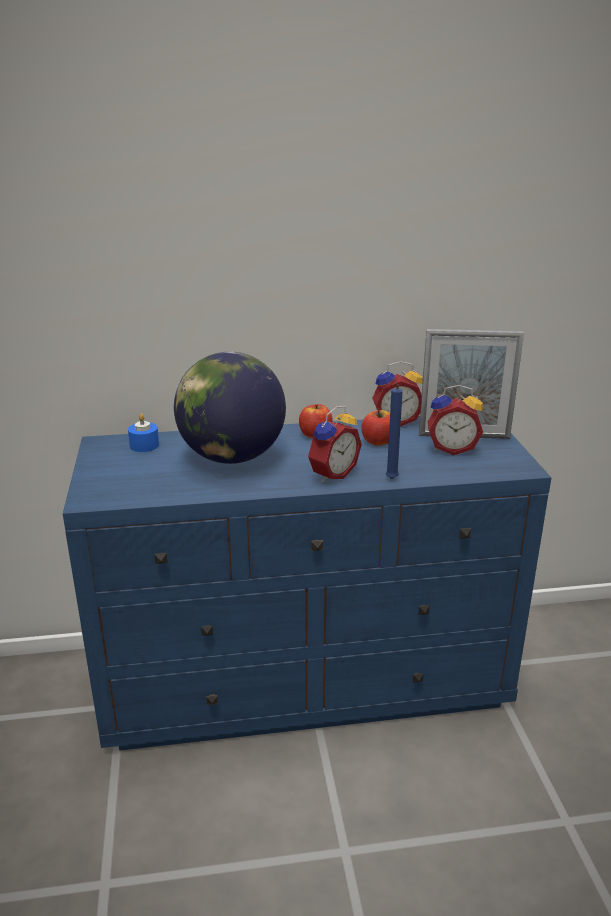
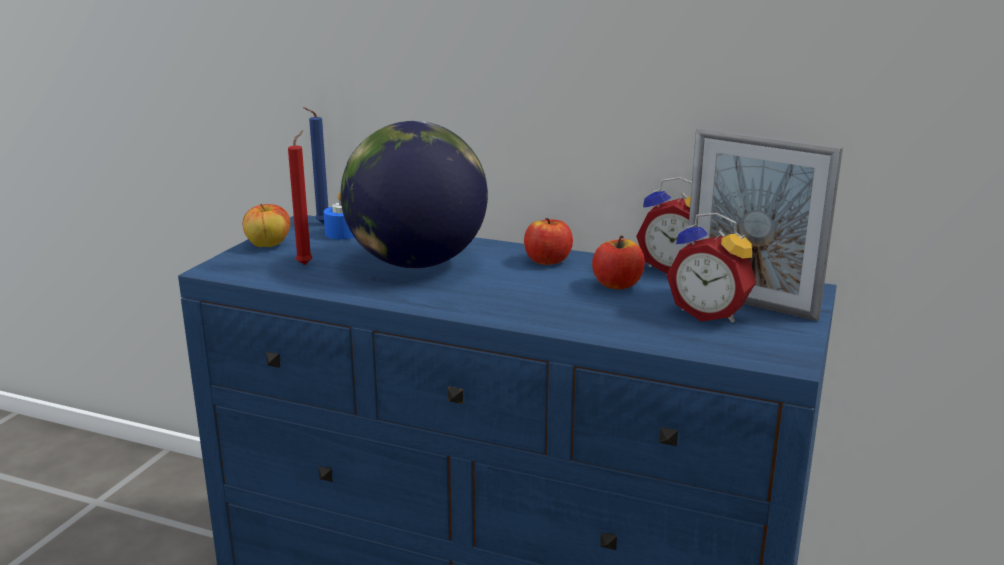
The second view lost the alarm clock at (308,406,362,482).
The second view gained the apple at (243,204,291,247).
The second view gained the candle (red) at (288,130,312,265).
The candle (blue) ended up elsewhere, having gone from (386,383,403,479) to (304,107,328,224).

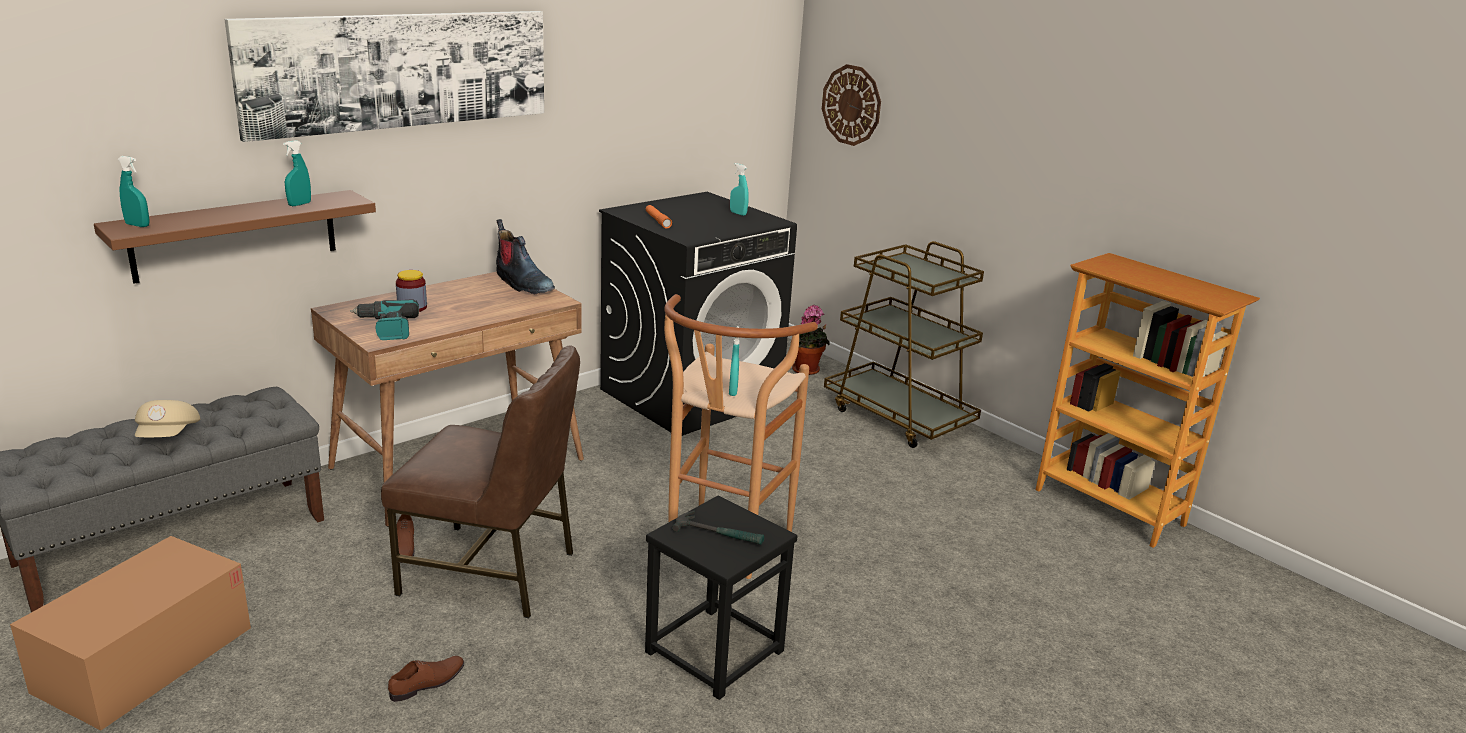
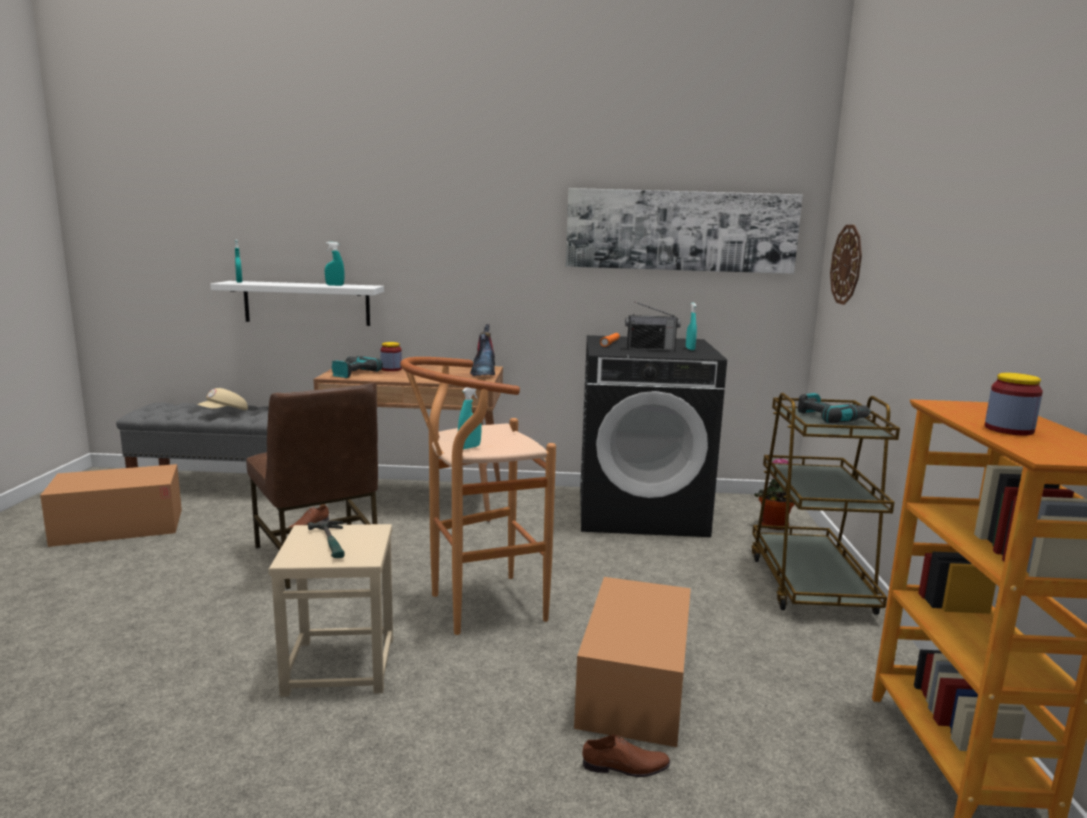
The second view gained the cardboard box at (574,577,691,747).
The second view gained the radio at (625,302,681,351).
The second view gained the power drill at (798,393,872,423).
The second view gained the jar at (985,373,1043,436).
The picture ended up elsewhere, having gone from (224,11,544,142) to (566,188,803,274).
The shoe (brown) ended up elsewhere, having gone from (388,656,464,702) to (582,735,670,777).
What was the shelf (brown) at (94,190,376,284) turned into the shelf (white) at (210,281,384,326).
What was the stool (black) at (645,496,797,700) turned into the stool (beige) at (269,524,393,697).

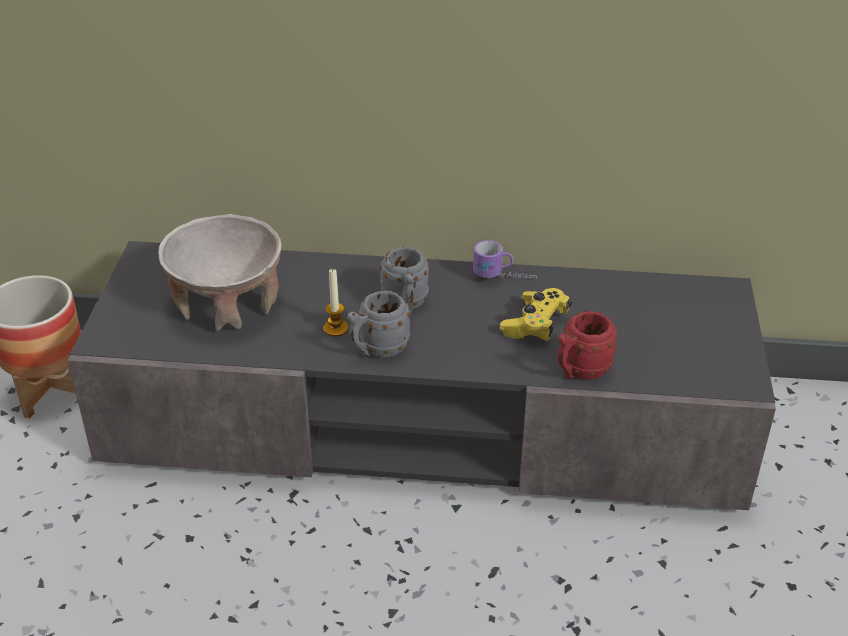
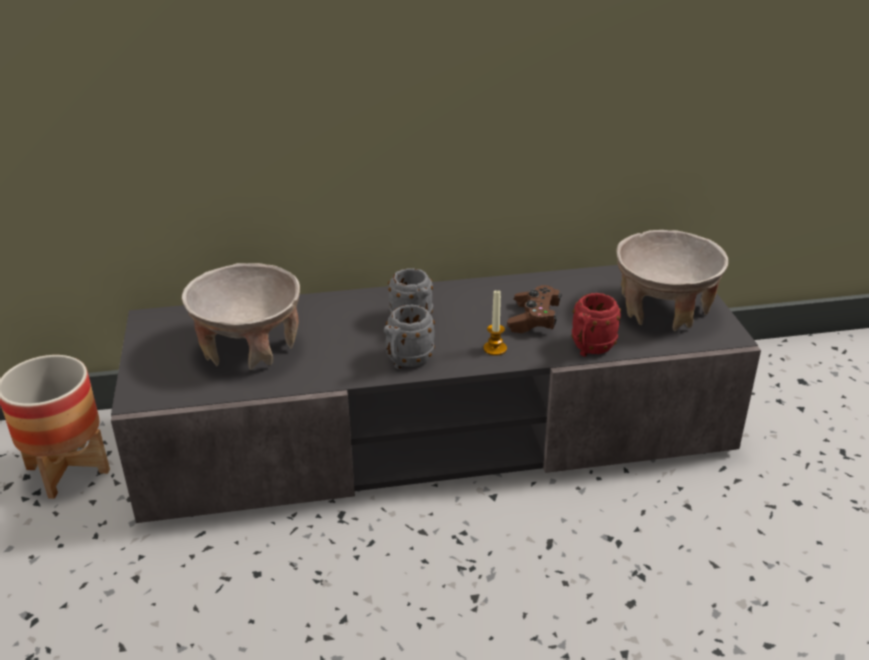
The second view lost the mug at (473,240,537,279).
The second view gained the bowl (beige) at (617,230,728,331).
The candle ended up elsewhere, having gone from (323,268,349,337) to (483,290,507,356).
What was the game controller (yellow) at (500,288,572,341) turned into the game controller (brown) at (507,285,562,333).

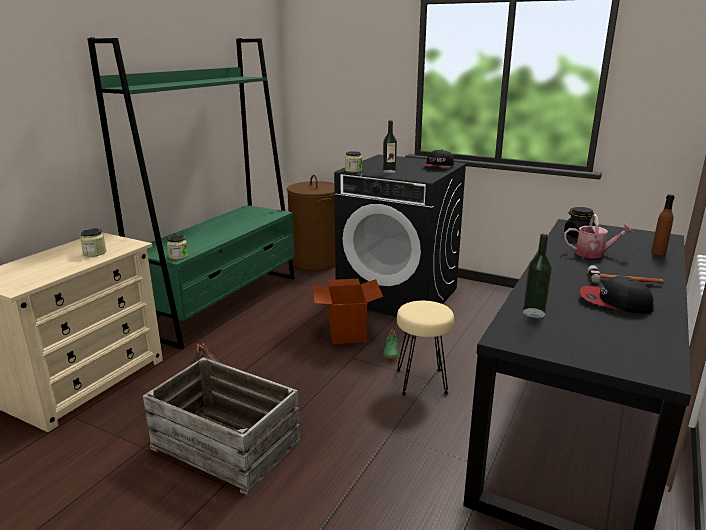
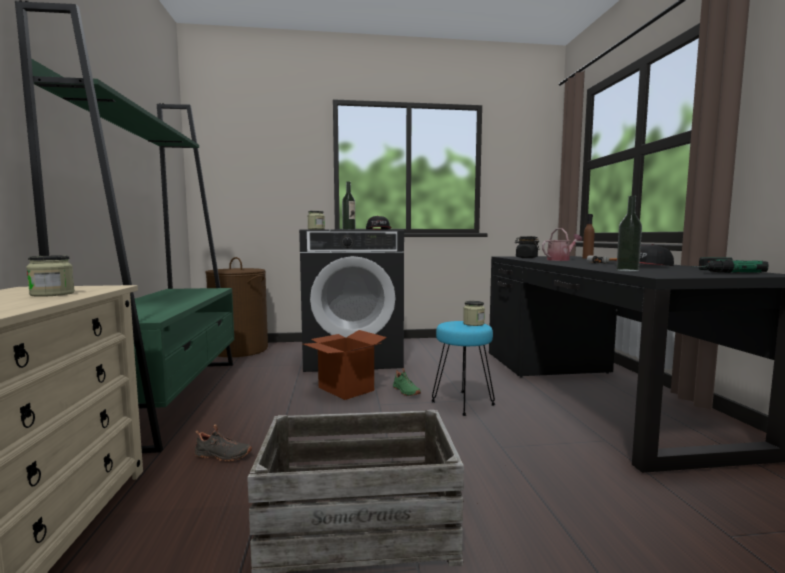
The second view gained the power drill at (691,257,768,273).
The jar ended up elsewhere, having gone from (167,235,188,260) to (463,301,485,326).
What was the stool (beige) at (397,301,454,395) turned into the stool (turquoise) at (431,321,496,416).

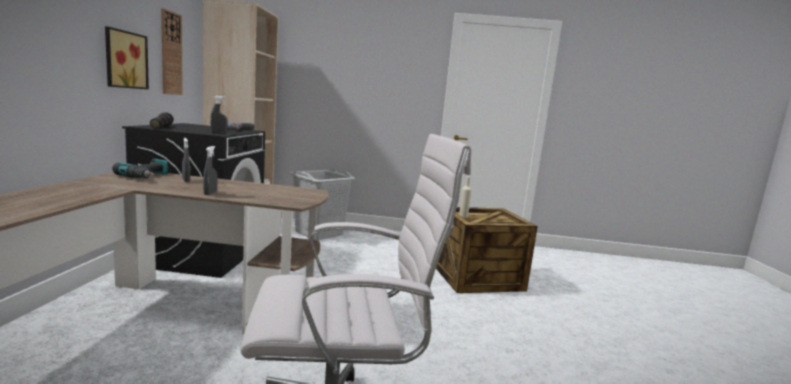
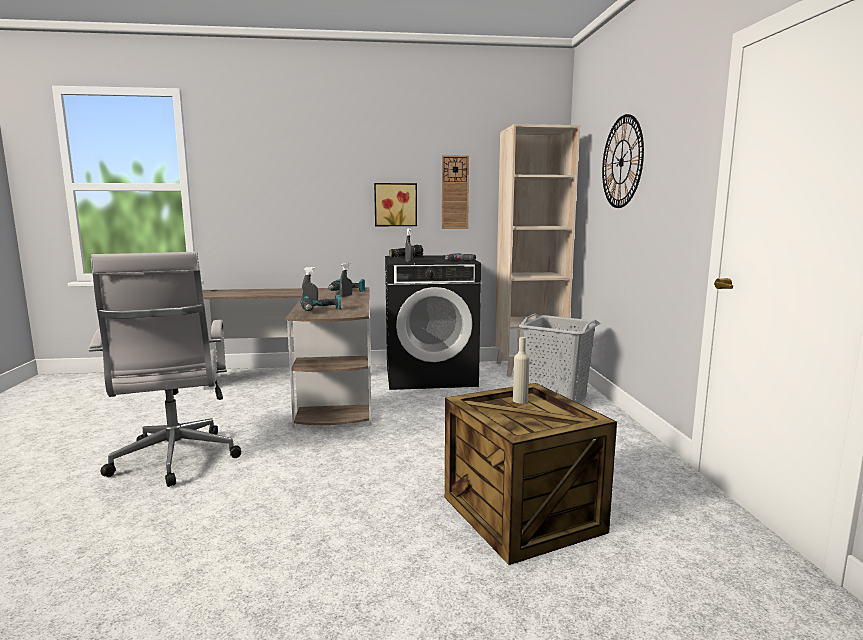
The second view gained the power drill at (301,294,342,311).
The second view gained the wall clock at (602,114,644,208).

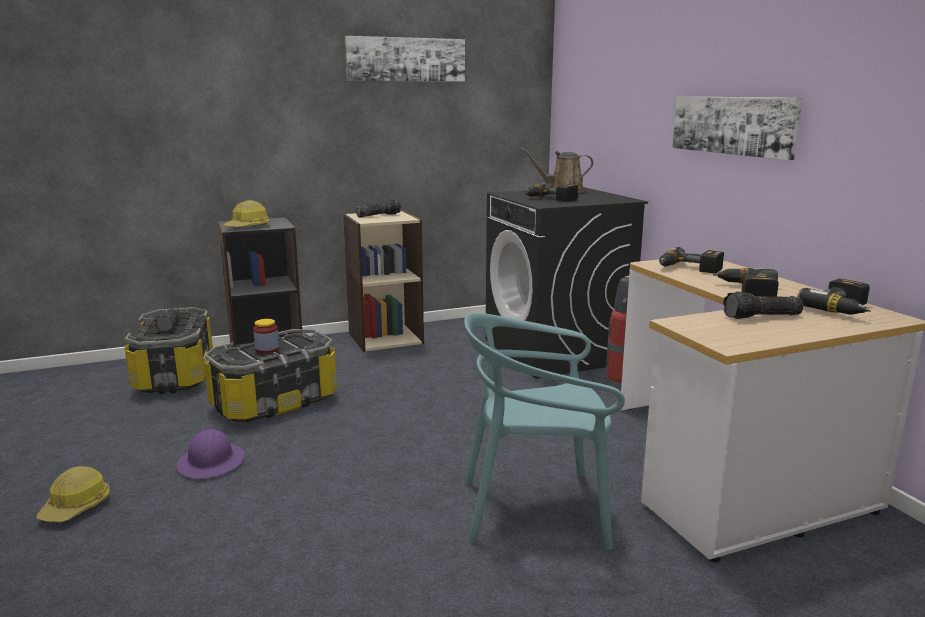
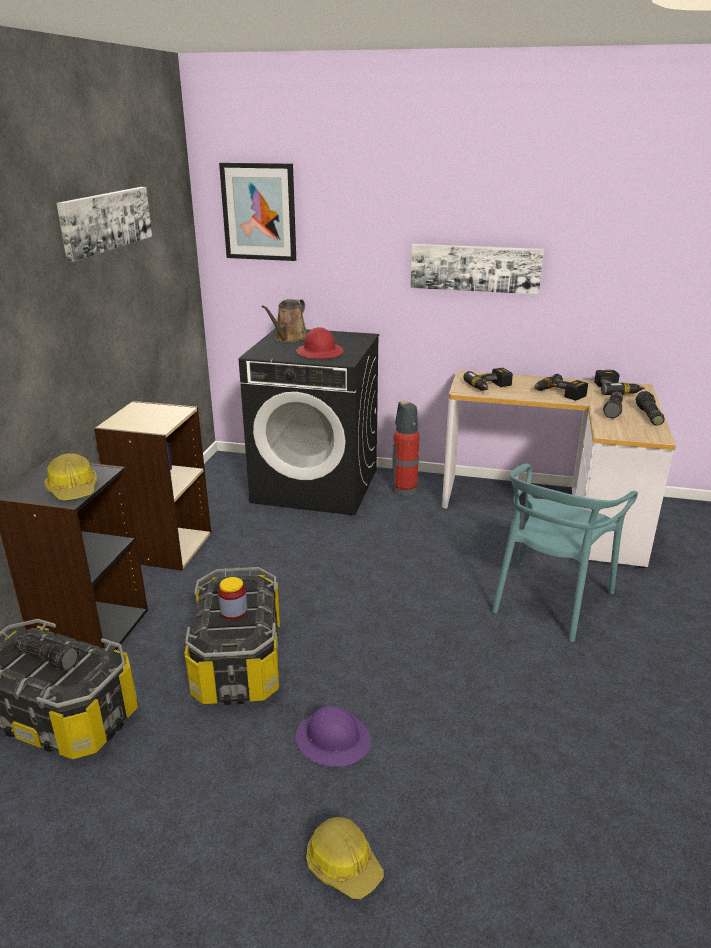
The second view gained the picture at (219,162,296,261).
The flashlight ended up elsewhere, having gone from (356,199,401,217) to (636,391,665,426).
Where the power drill stood at (524,183,578,202), the hard hat (red) came to stand at (296,327,344,359).

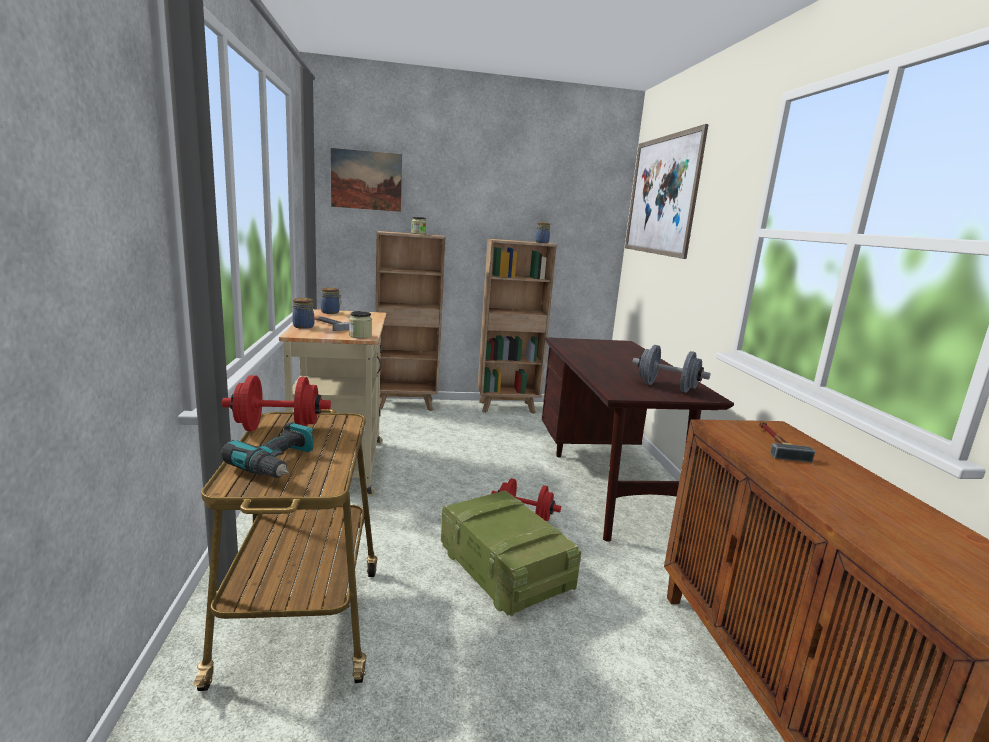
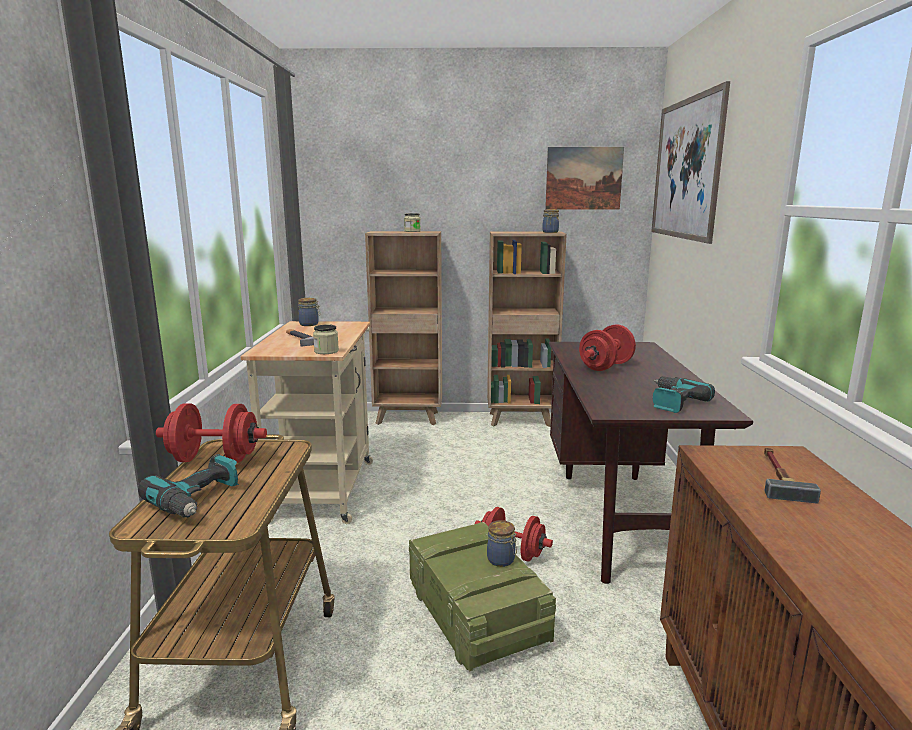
The second view gained the dumbbell (red) at (579,324,636,371).
The jar ended up elsewhere, having gone from (292,298,314,329) to (487,520,517,567).
The picture ended up elsewhere, having gone from (331,148,402,212) to (545,147,624,210).
Where the dumbbell (grey) stood at (633,345,711,393), the power drill came to stand at (653,376,715,413).

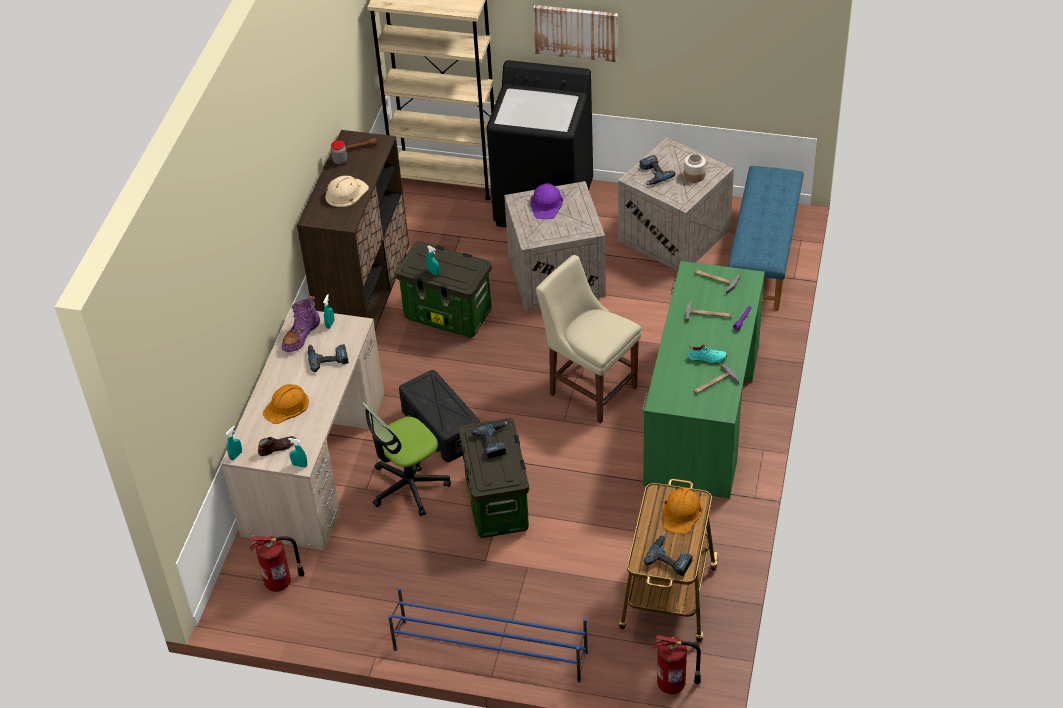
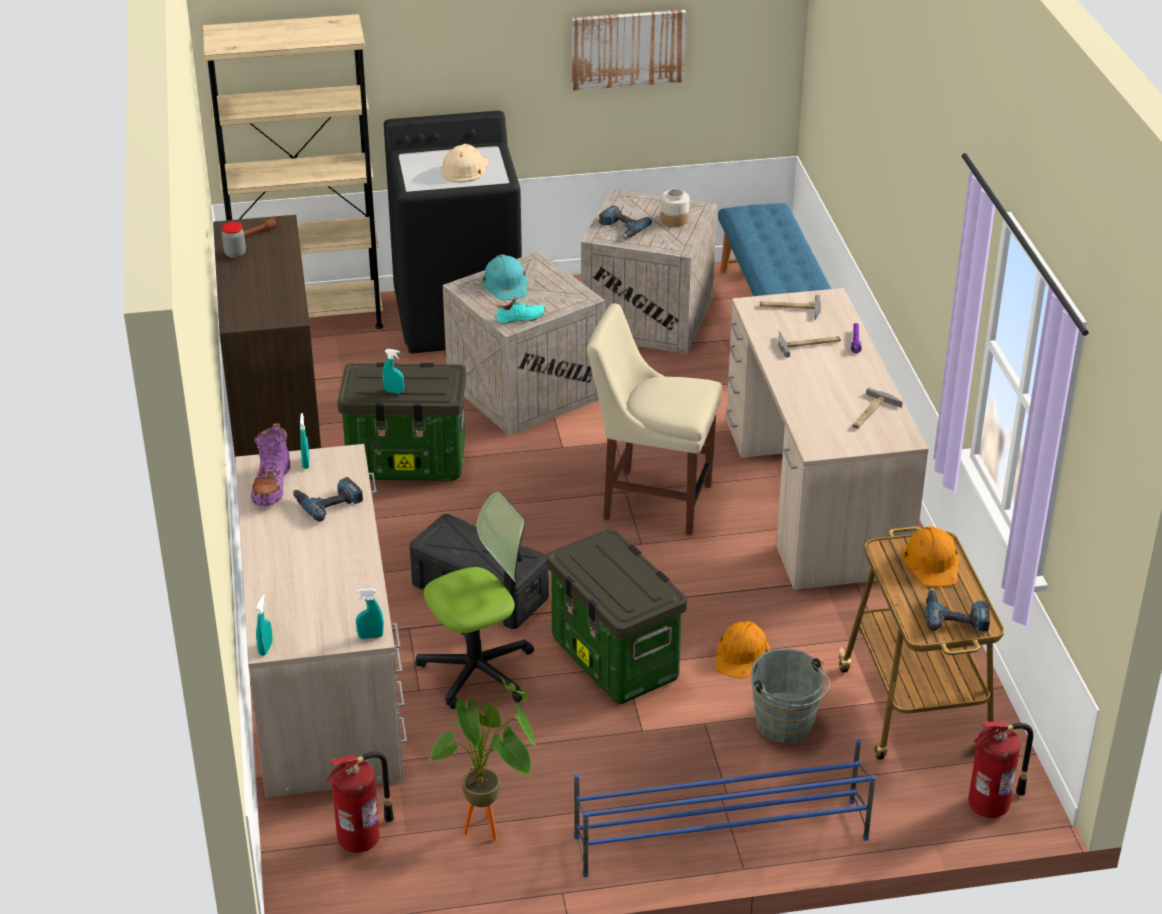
The second view lost the shoe (brown) at (258,436,296,456).
The second view lost the power drill at (471,421,508,459).
The second view gained the potted plant at (428,676,537,841).
The second view gained the bucket (grey) at (751,648,830,743).
The hard hat (orange) ended up elsewhere, having gone from (262,384,309,424) to (715,621,770,679).
The hard hat (beige) ended up elsewhere, having gone from (325,176,369,207) to (440,144,489,183).
The picture ended up elsewhere, having gone from (533,5,618,62) to (572,10,686,91).
The shoe (turquoise) ended up elsewhere, having gone from (688,343,727,364) to (496,296,545,324).
What was the hard hat (purple) at (531,183,563,219) turned into the hard hat (turquoise) at (481,254,527,300).
What was the desk (green) at (642,261,765,499) turned into the desk (beige) at (726,288,928,590).
The office chair at (362,402,451,517) ended up facing another way, 150 degrees counterclockwise from before.

